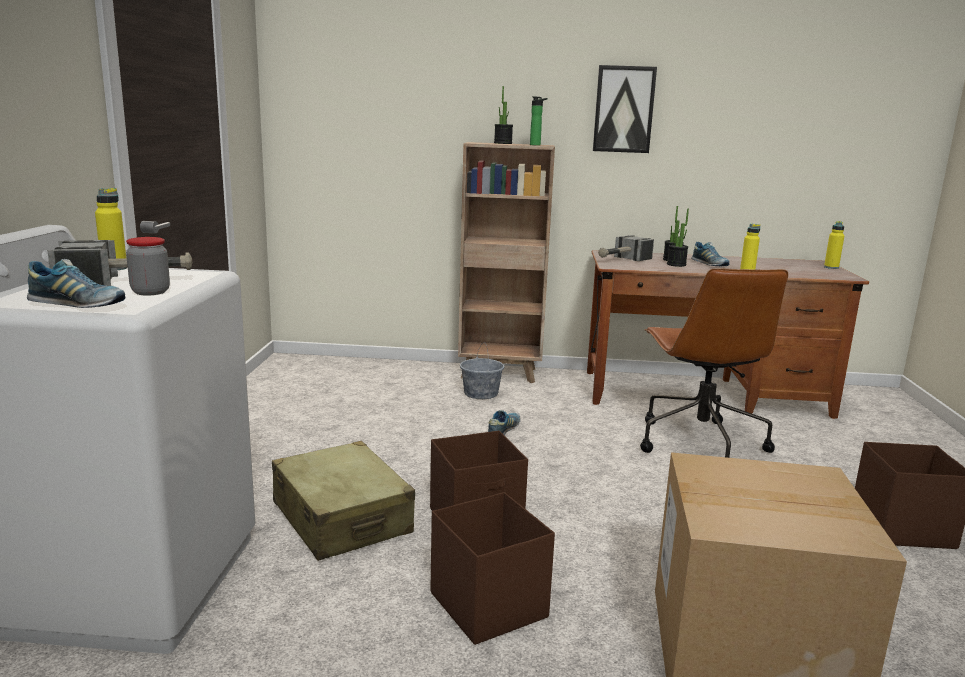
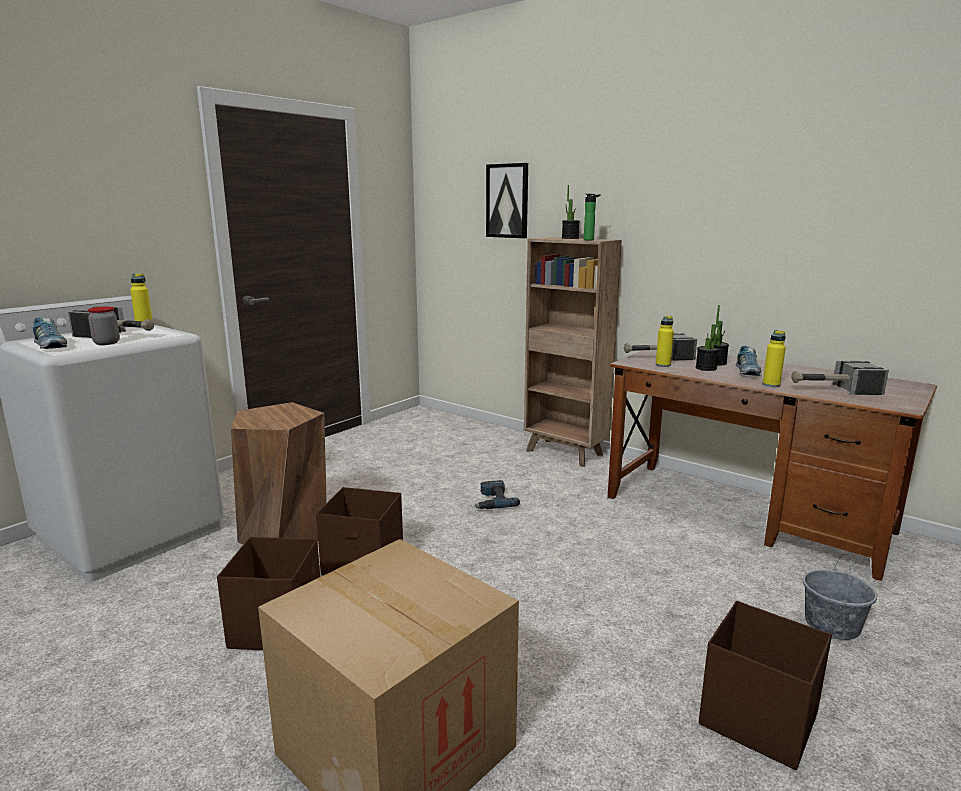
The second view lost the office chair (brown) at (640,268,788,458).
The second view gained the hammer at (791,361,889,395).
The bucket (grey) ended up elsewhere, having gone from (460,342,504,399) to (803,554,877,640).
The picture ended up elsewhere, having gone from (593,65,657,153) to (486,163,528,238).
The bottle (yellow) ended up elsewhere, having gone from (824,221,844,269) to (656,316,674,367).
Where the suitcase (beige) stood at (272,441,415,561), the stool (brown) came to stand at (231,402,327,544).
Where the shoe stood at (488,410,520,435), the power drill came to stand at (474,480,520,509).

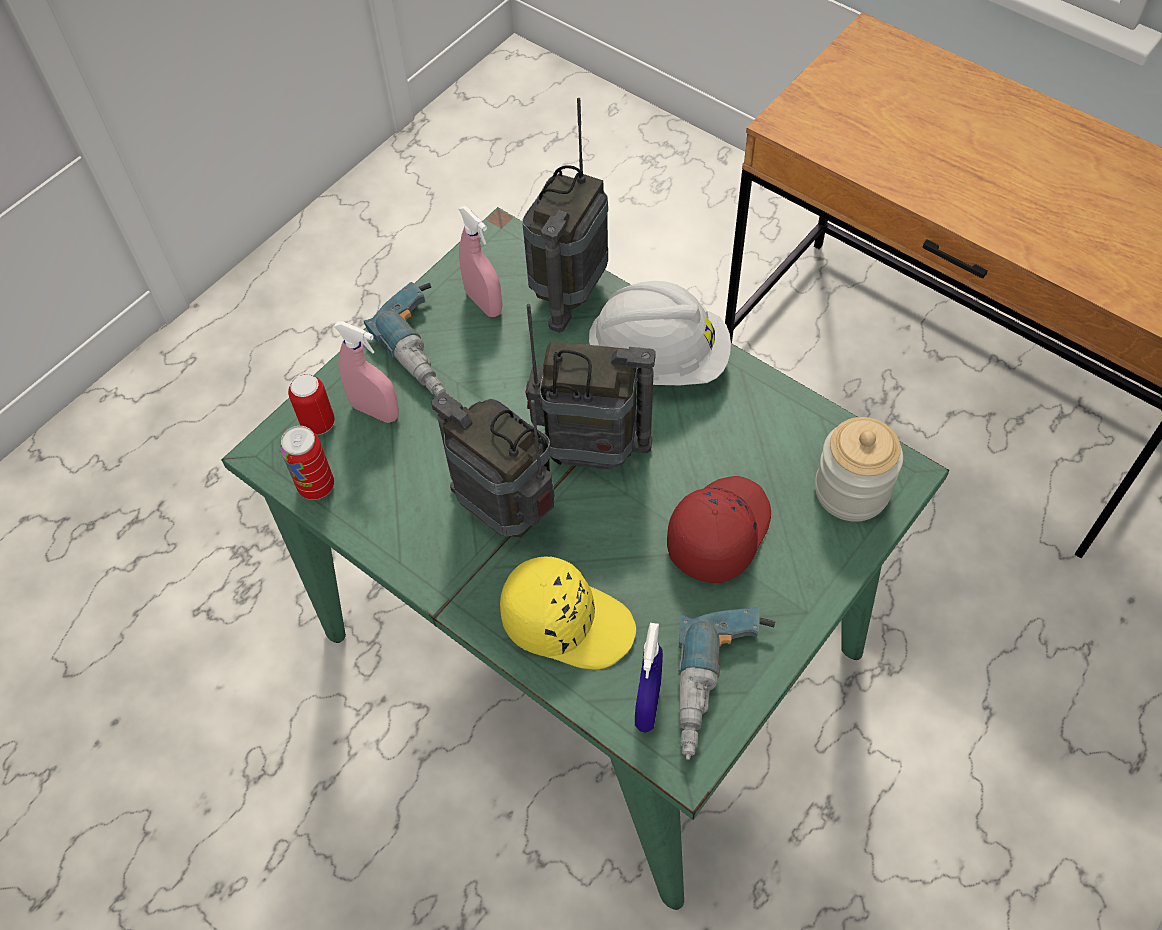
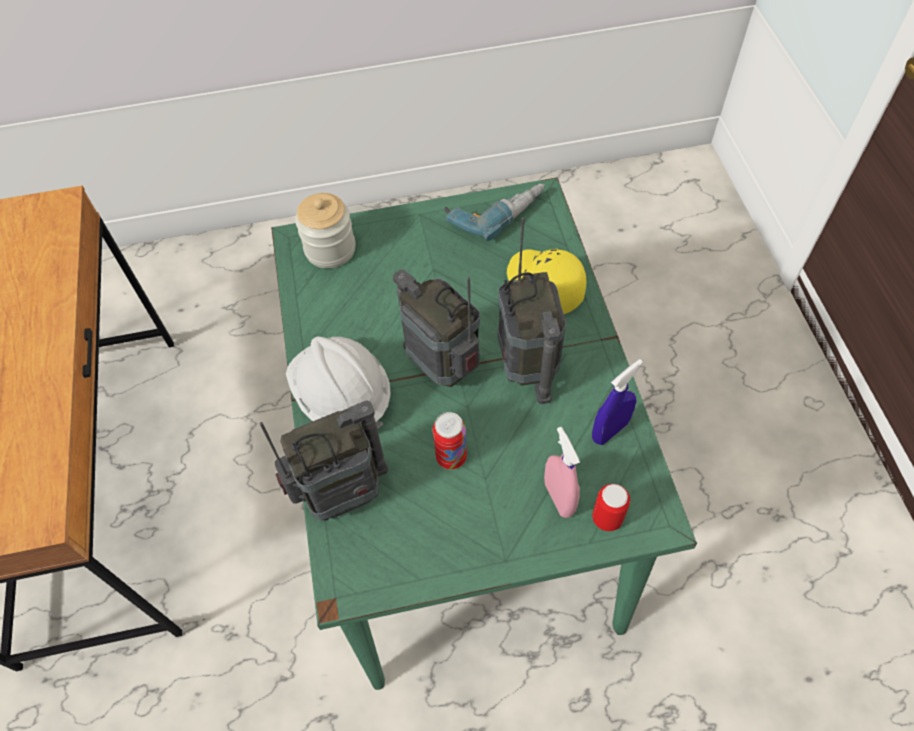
The second view lost the power drill at (364,282,446,396).
The second view lost the spray bottle (pink) at (458,206,503,317).
The second view lost the cap (red) at (667,476,771,583).
The can ended up elsewhere, having gone from (280,426,334,500) to (433,412,467,470).
The spray bottle (blue) ended up elsewhere, having gone from (635,623,663,733) to (592,359,643,445).

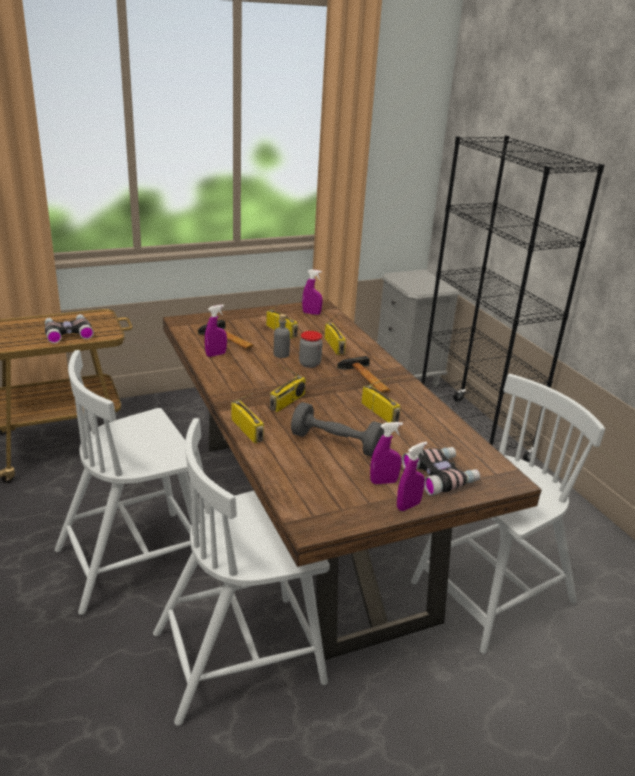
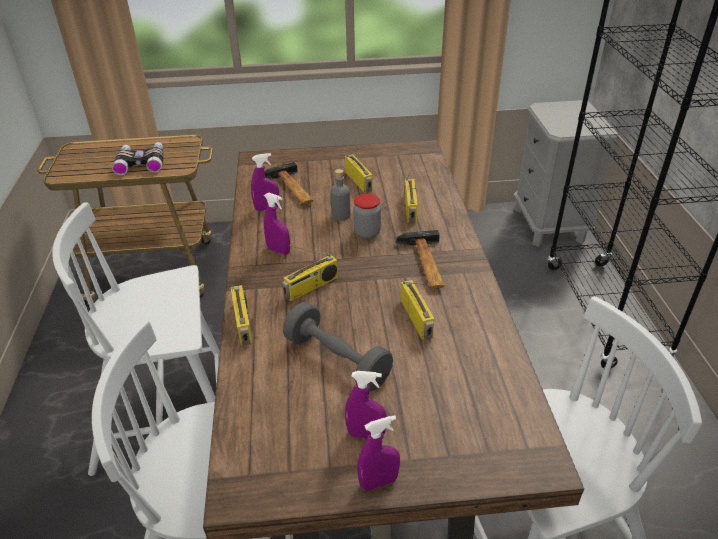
The second view lost the binoculars at (402,447,480,496).
The spray bottle (purple) ended up elsewhere, having gone from (302,269,323,315) to (264,193,290,255).

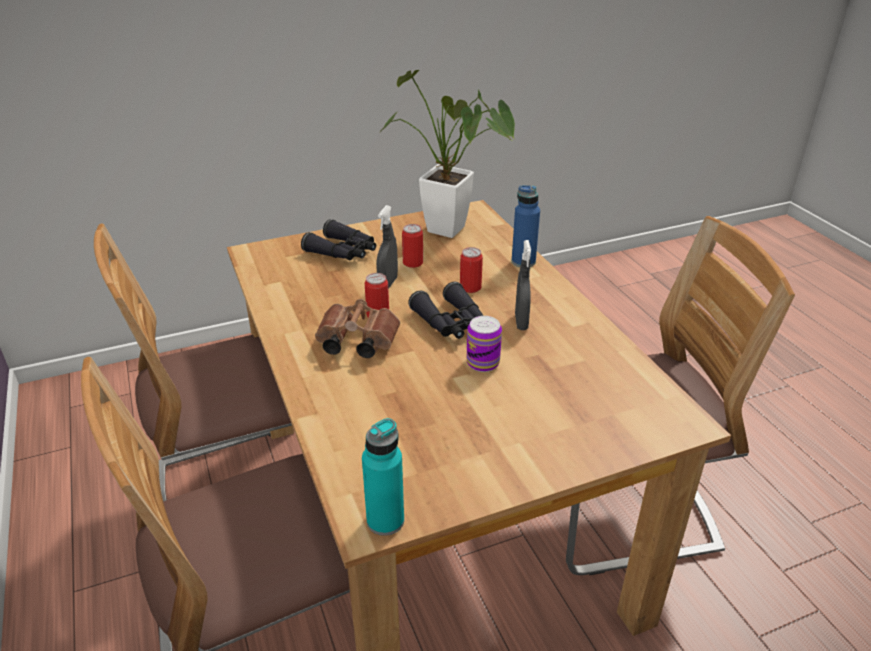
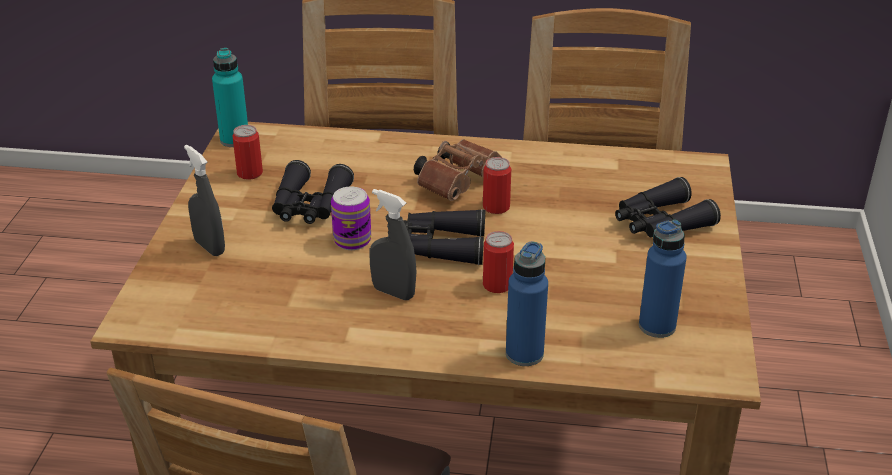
The second view gained the binoculars (black) at (272,160,354,224).
The spray bottle (grey) ended up elsewhere, having gone from (376,205,398,289) to (184,145,225,256).
The can ended up elsewhere, having gone from (402,224,423,268) to (232,125,263,180).
Where the potted plant stood at (380,70,515,238), the bottle (blue) came to stand at (639,220,687,338).

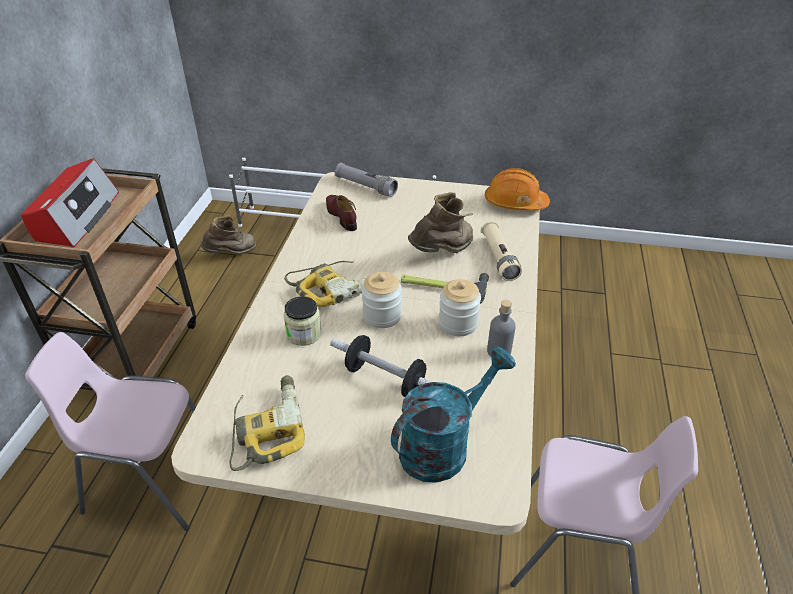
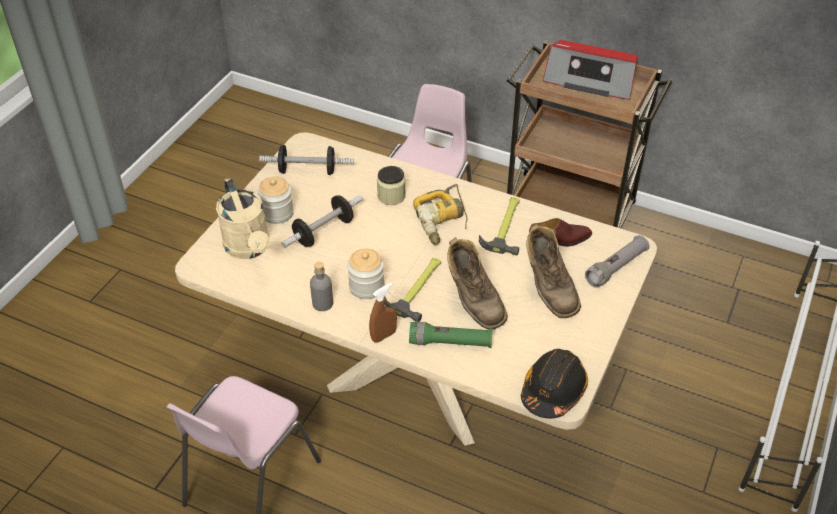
The second view gained the spray bottle (brown) at (369,283,397,343).
The second view gained the hammer at (479,197,520,255).
The boot (brown) ended up elsewhere, having gone from (201,216,257,255) to (527,224,581,318).
The jar ended up elsewhere, having gone from (361,272,402,328) to (257,177,294,224).
Where the power drill stood at (230,375,305,471), the dumbbell came to stand at (259,145,354,175).
What was the watering can (turquoise) at (391,346,516,483) turned into the watering can (beige) at (216,178,270,259).
What was the flashlight (beige) at (480,221,522,281) turned into the flashlight (green) at (409,322,492,348).
What was the hard hat (orange) at (485,168,550,211) turned into the hard hat (black) at (521,349,588,419).

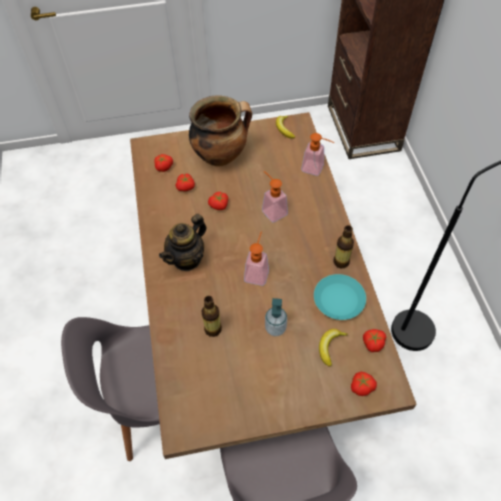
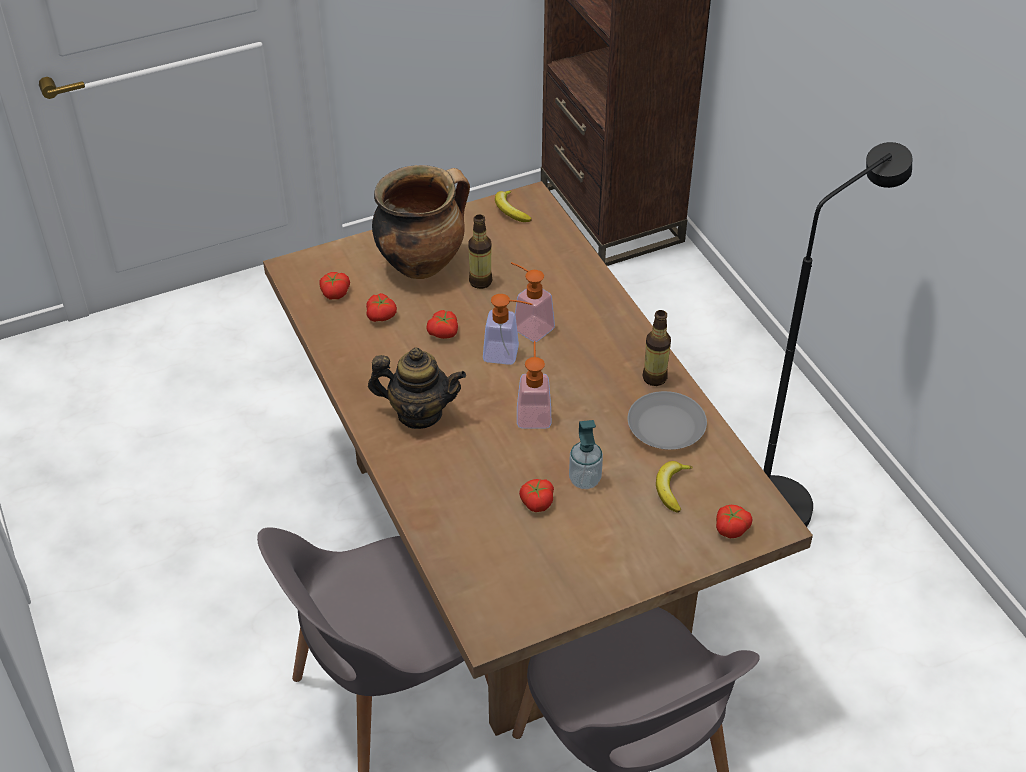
The bottle ended up elsewhere, having gone from (202,296,222,337) to (468,214,492,289).
The soap dispenser ended up elsewhere, having gone from (301,133,335,176) to (483,294,532,365).
The tomato ended up elsewhere, having gone from (363,329,386,352) to (519,479,554,512).
What was the plate (turquoise) at (314,274,366,320) turned into the plate (grey) at (628,391,707,450).
The teapot at (159,214,207,271) ended up facing another way, 105 degrees counterclockwise from before.

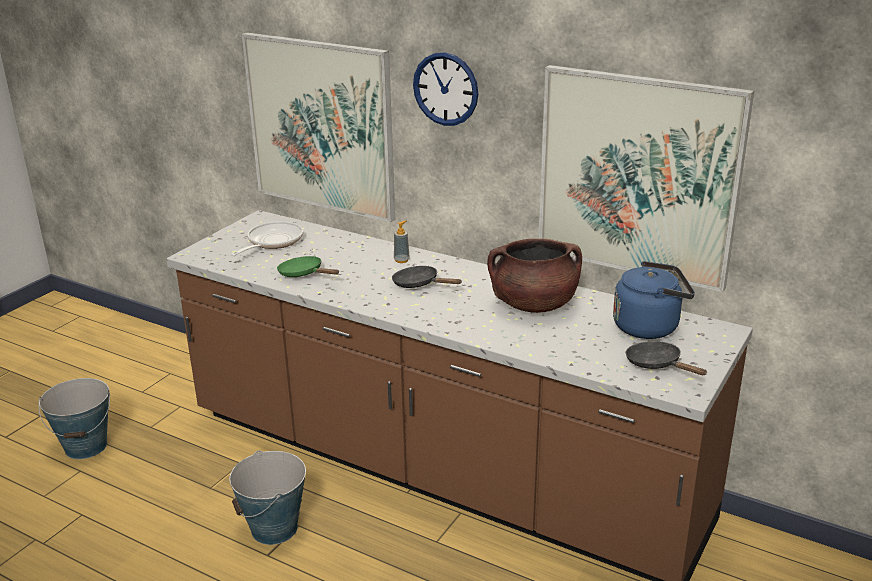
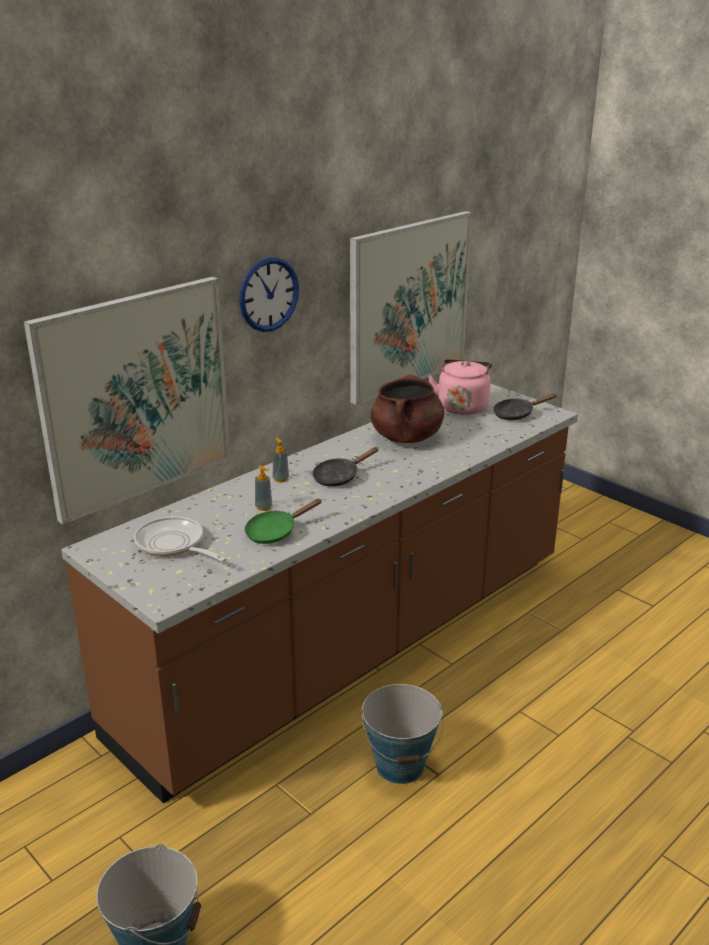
The second view gained the soap dispenser at (255,466,272,511).
What was the kettle (blue) at (613,261,695,339) turned into the kettle (pink) at (428,359,492,415).

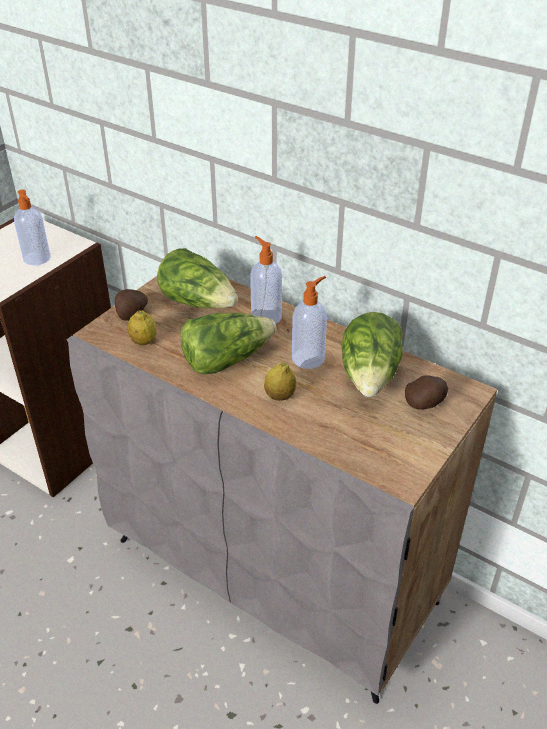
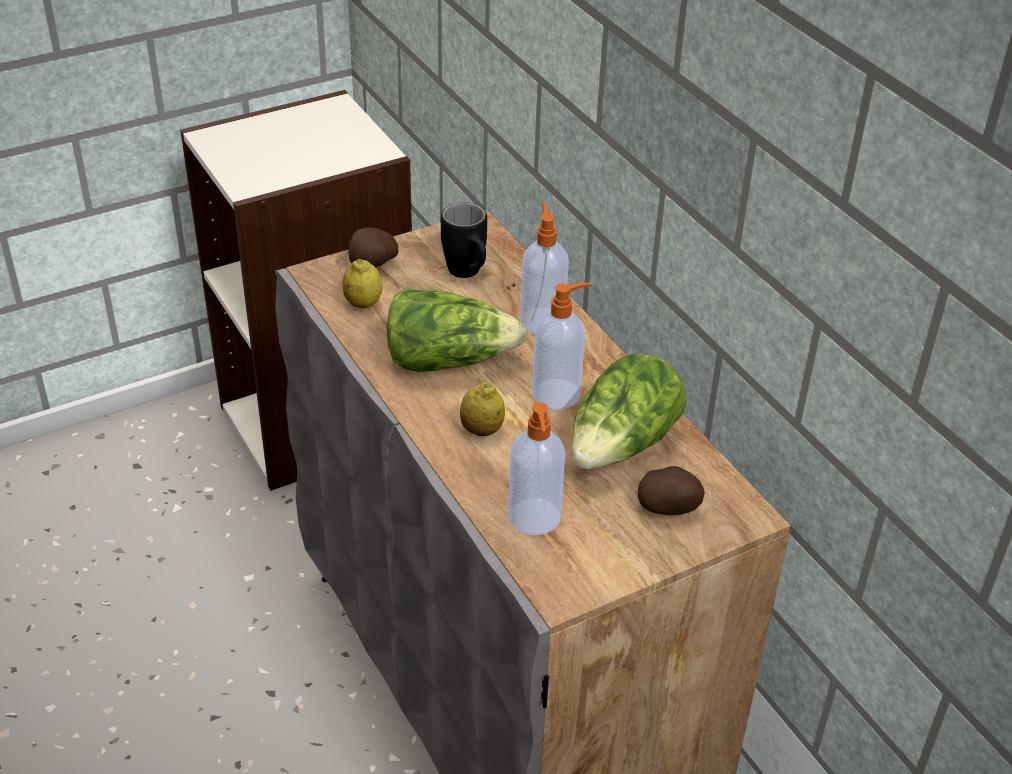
The soap dispenser ended up elsewhere, having gone from (14,190,51,265) to (508,402,565,536).
Where the lettuce stood at (157,248,238,308), the mug (black) came to stand at (441,202,487,278).

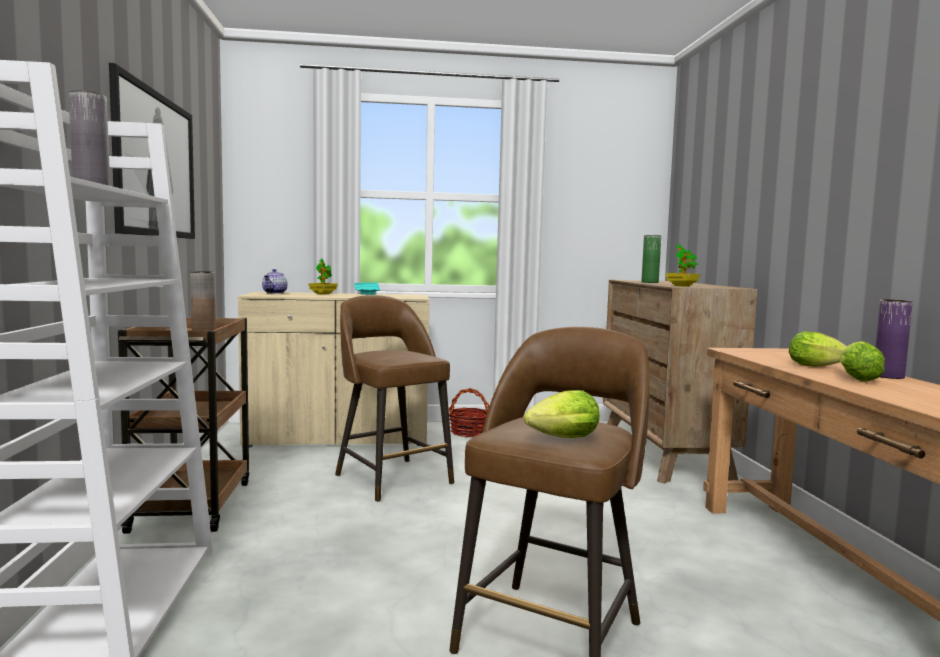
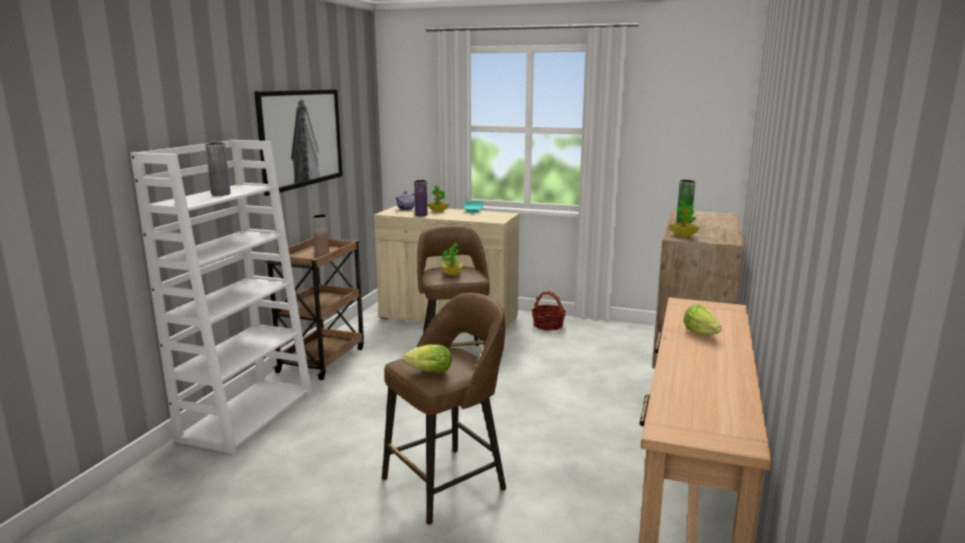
The second view lost the lettuce at (840,341,885,382).
The second view gained the potted plant at (442,243,462,276).
The vase (purple) ended up elsewhere, having gone from (875,299,913,379) to (414,180,428,217).

